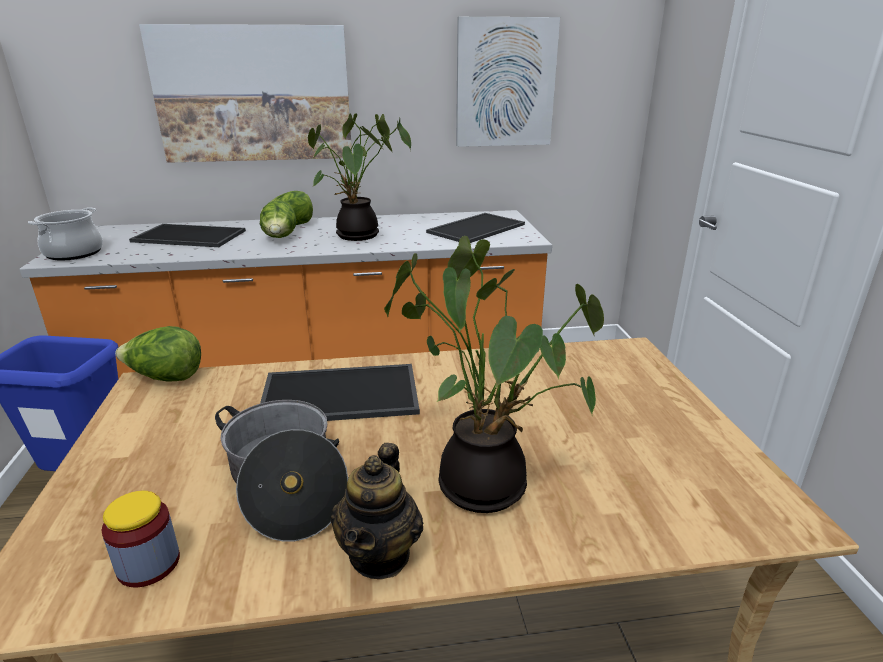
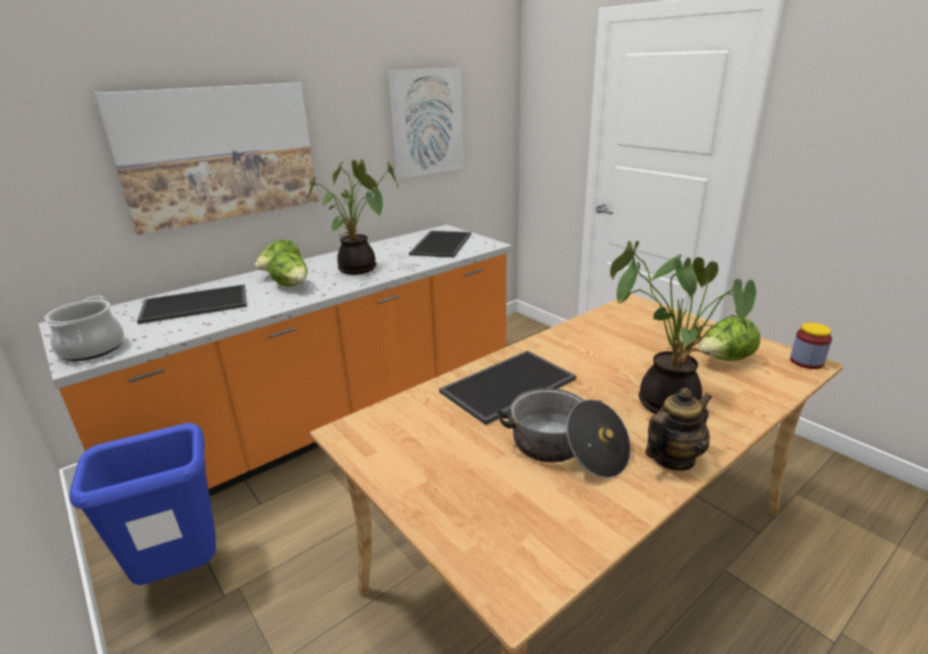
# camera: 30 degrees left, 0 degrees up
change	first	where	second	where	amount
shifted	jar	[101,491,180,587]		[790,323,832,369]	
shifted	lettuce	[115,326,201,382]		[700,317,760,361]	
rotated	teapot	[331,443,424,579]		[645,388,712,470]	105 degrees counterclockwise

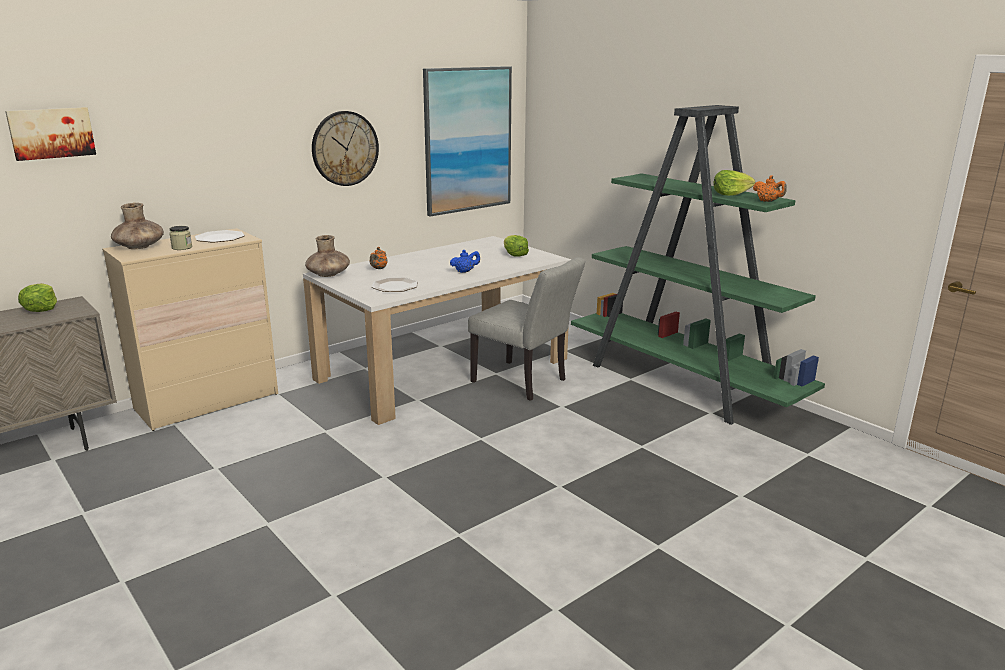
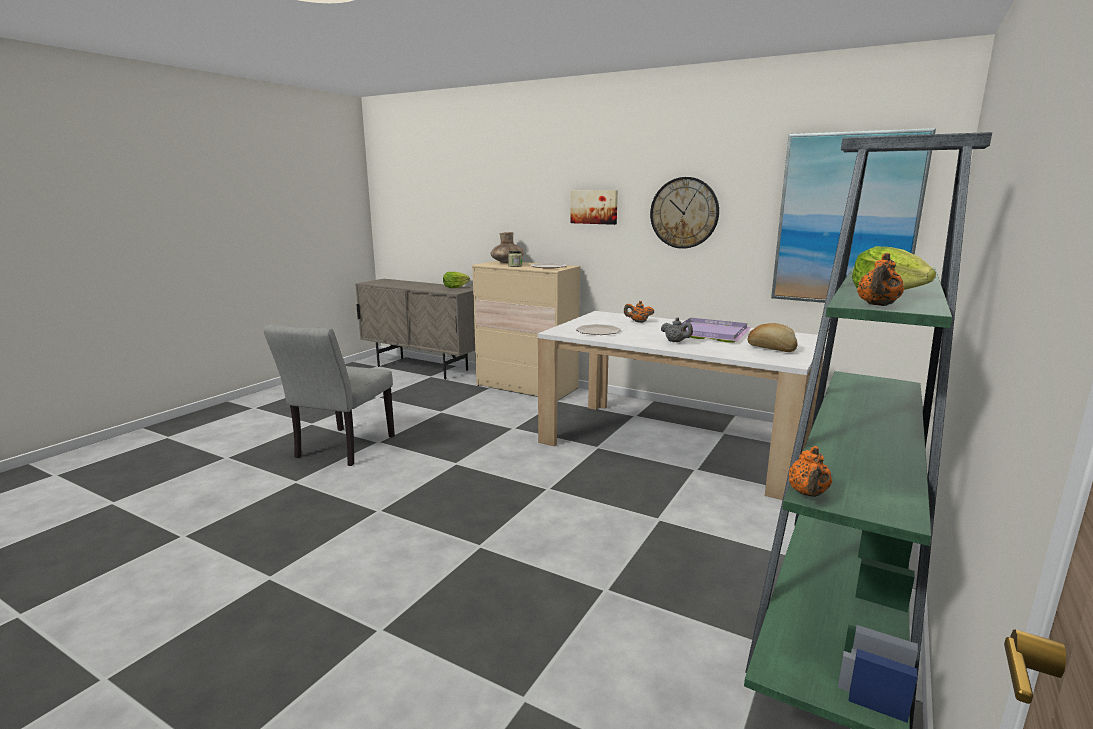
# camera: 70 degrees right, 5 degrees down
change	first	where	second	where	amount
shifted	picture	[5,107,96,161]		[570,190,618,225]	
gone	brown vase	[305,235,350,277]			
repainted	blue teapot	[450,250,480,273]	grey teapot	[661,318,693,342]	
shifted	grey chair	[468,257,585,401]		[264,324,395,466]	
swapped	lettuce	[504,235,529,257]	bread	[747,323,797,352]	
new			purple tray	[682,318,752,343]	
new			orange teapot	[789,446,832,497]	

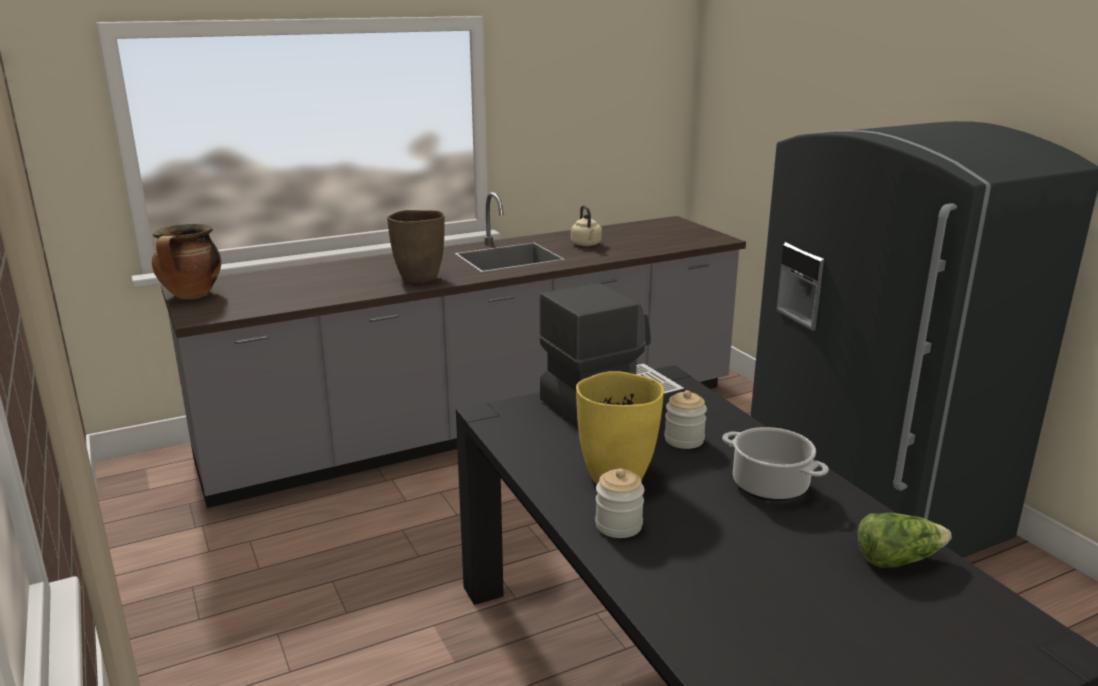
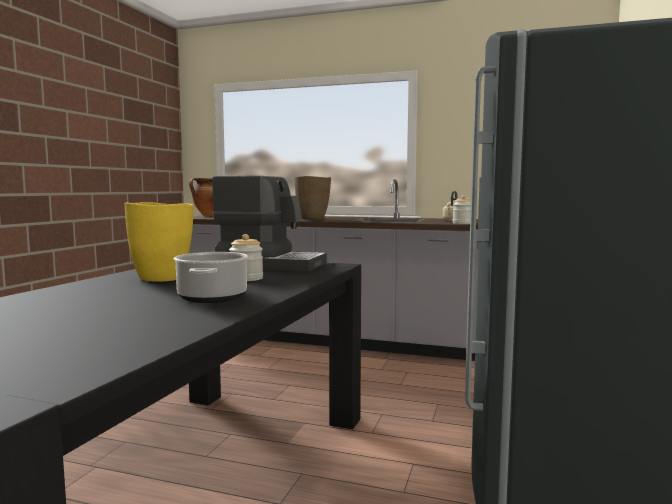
# camera: 45 degrees right, 15 degrees down
change	first	where	second	where	amount
shifted	jar	[595,468,644,538]		[453,195,471,224]	
gone	lettuce	[858,513,952,568]			

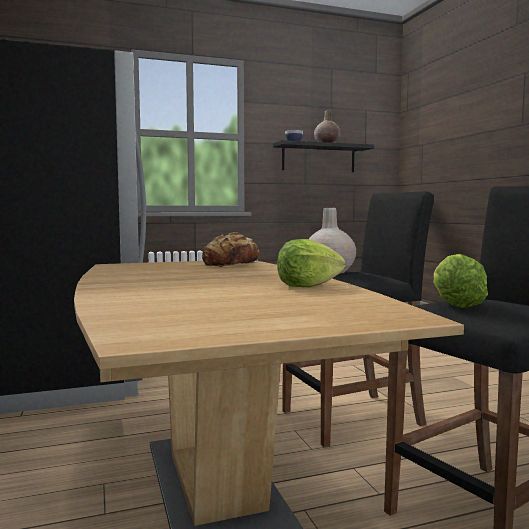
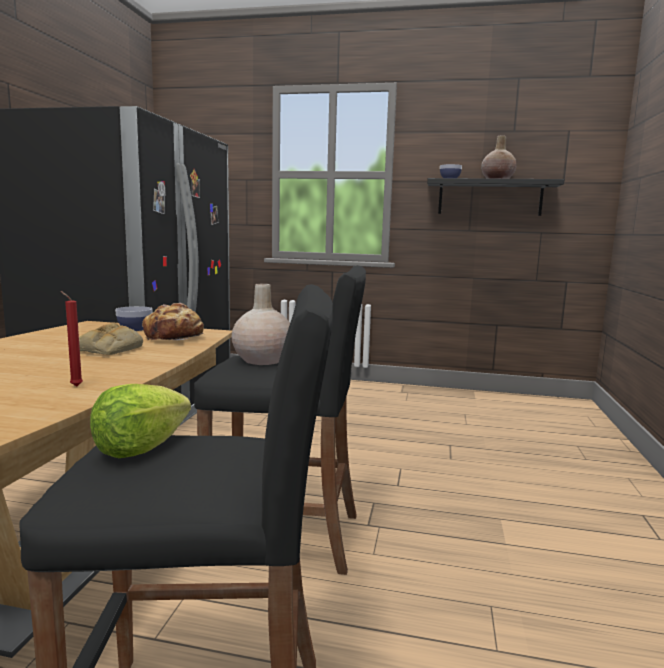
# camera: 30 degrees right, 5 degrees up
change	first	where	second	where	amount
swapped	lettuce	[277,239,346,287]	red candle	[60,291,83,386]	
new			bread	[79,323,143,355]	
new			bowl	[115,306,153,331]	

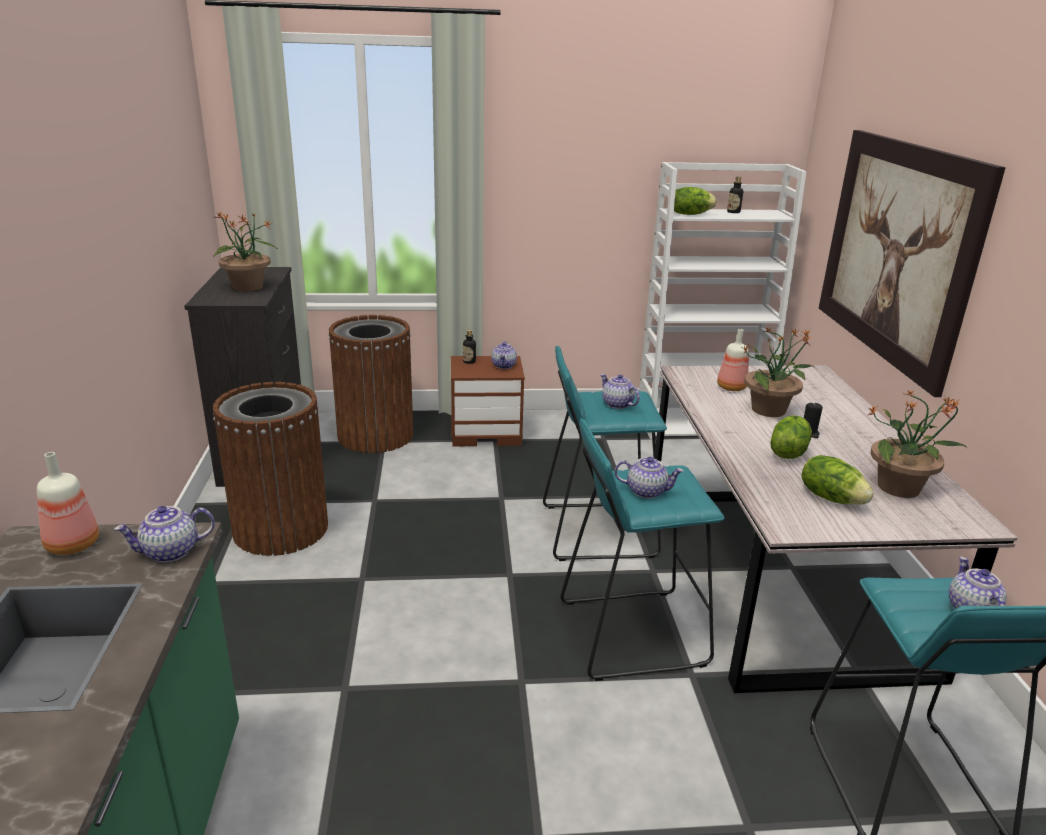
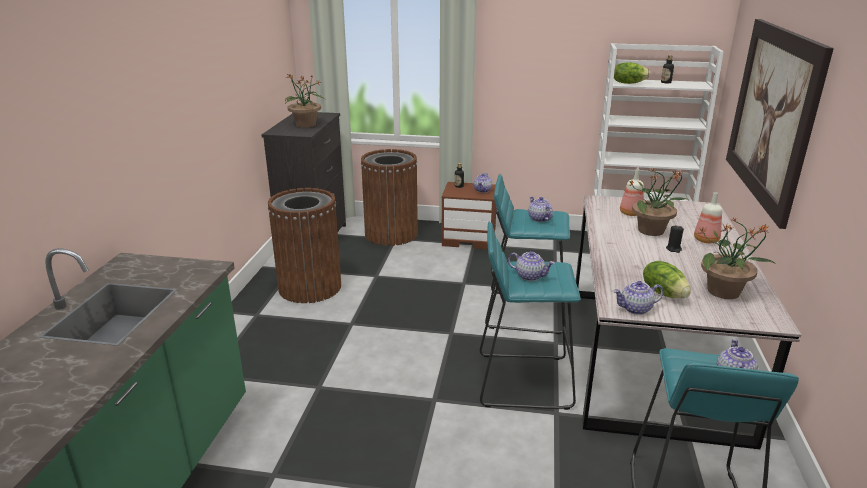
# camera: 15 degrees right, 0 degrees up
change	first	where	second	where	amount
shifted	bottle	[37,452,99,555]		[694,192,722,243]	
shifted	teapot	[114,506,215,563]		[614,281,664,315]	
gone	lettuce	[770,415,812,459]			

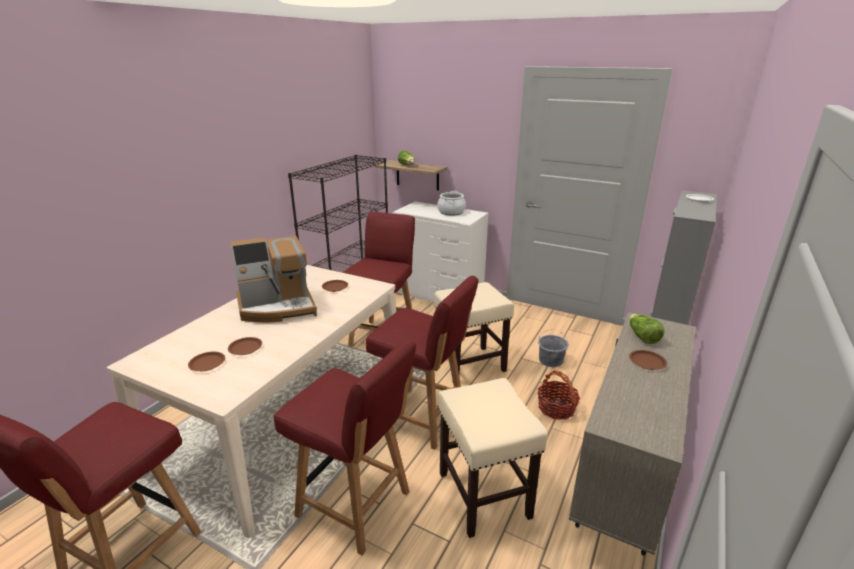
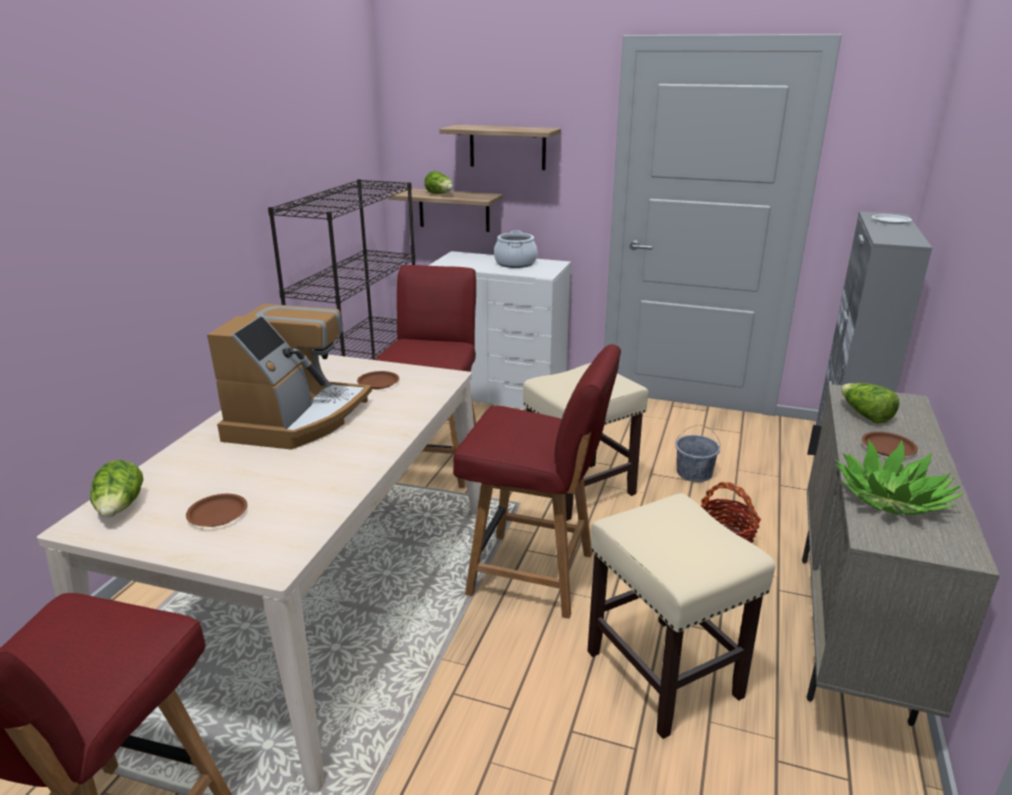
# camera: 10 degrees left, 0 degrees up
change	first	where	second	where	amount
gone	brown plate	[228,337,262,355]			
rotated	coffee machine	[231,236,317,323]		[207,304,372,450]	45 degrees counterclockwise
gone	red chair	[274,339,416,555]			
new			lettuce	[90,460,144,517]	
new			shelf	[439,125,561,170]	
new			potted plant	[835,439,964,515]	

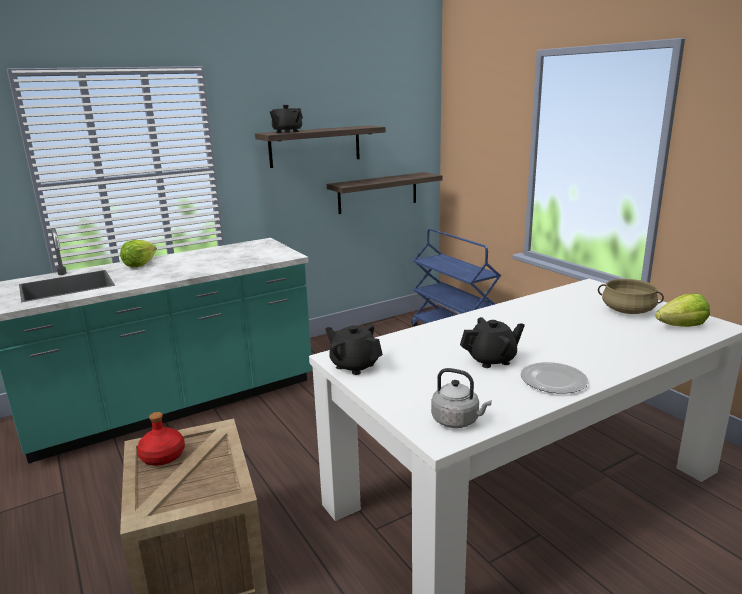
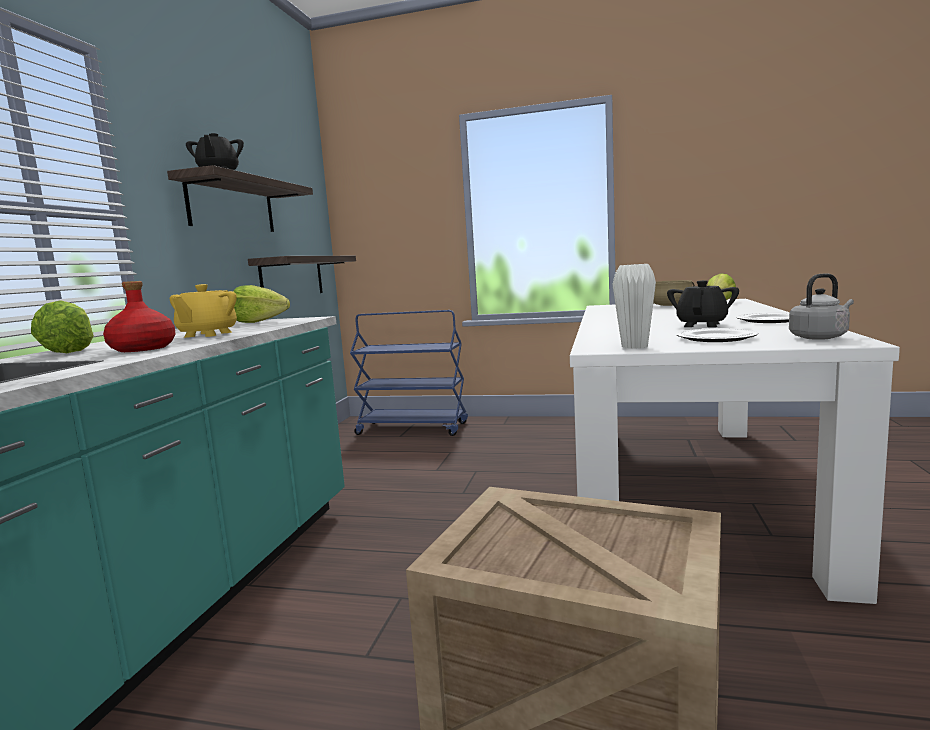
# camera: 45 degrees left, 10 degrees down
change	first	where	second	where	amount
shifted	red bottle	[137,412,185,466]		[103,281,176,352]	
swapped	black teapot	[325,324,383,375]	white vase	[612,264,656,349]	
new			yellow teapot	[170,284,237,338]	
new			lettuce	[233,285,290,323]	
new			plate	[677,328,758,342]	

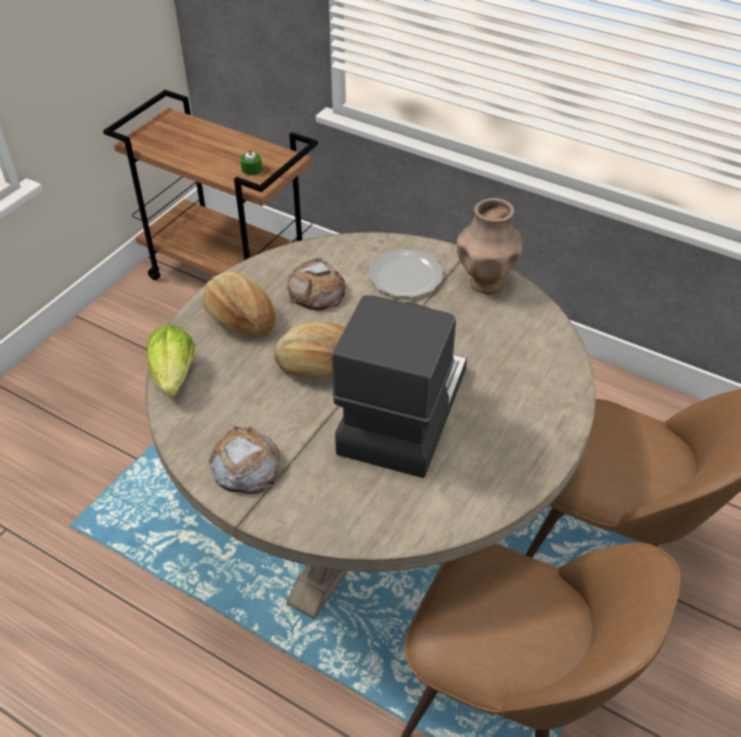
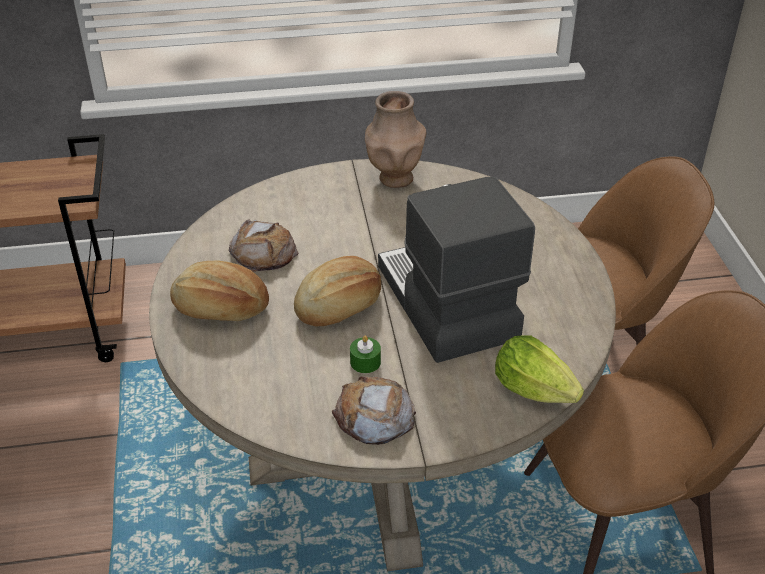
# camera: 40 degrees left, 5 degrees down
change	first	where	second	where	amount
shifted	lettuce	[147,325,195,396]		[495,335,584,403]	
shifted	green candle	[240,148,262,175]		[350,335,381,373]	
gone	plate	[369,249,443,298]			

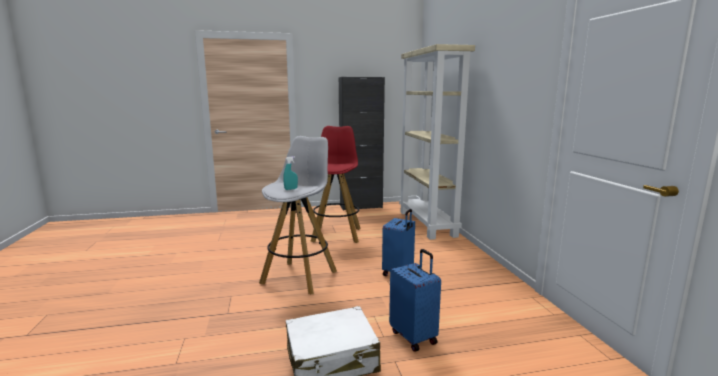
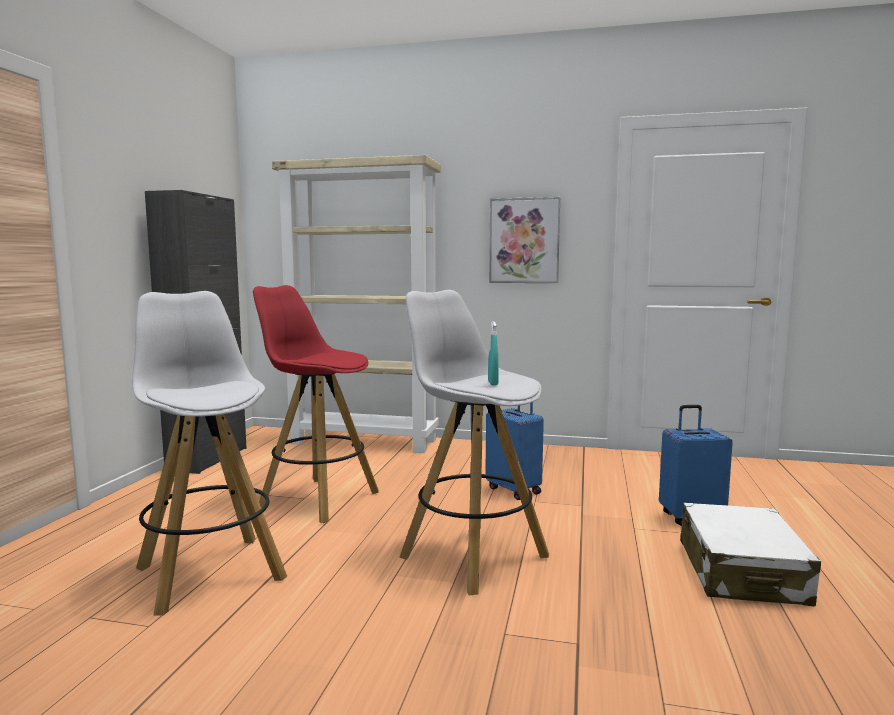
# camera: 65 degrees left, 5 degrees down
change	first	where	second	where	amount
new			white stool	[132,291,287,616]	
new			picture	[489,197,560,283]	

